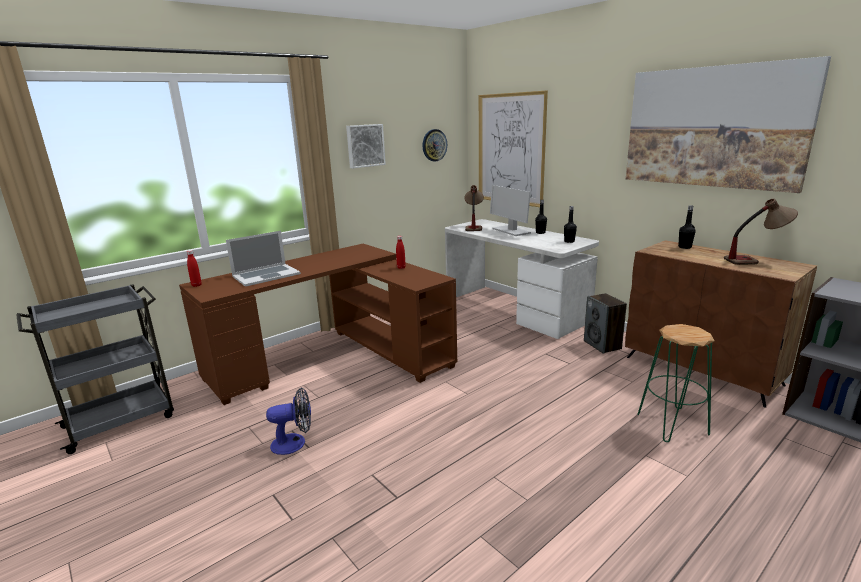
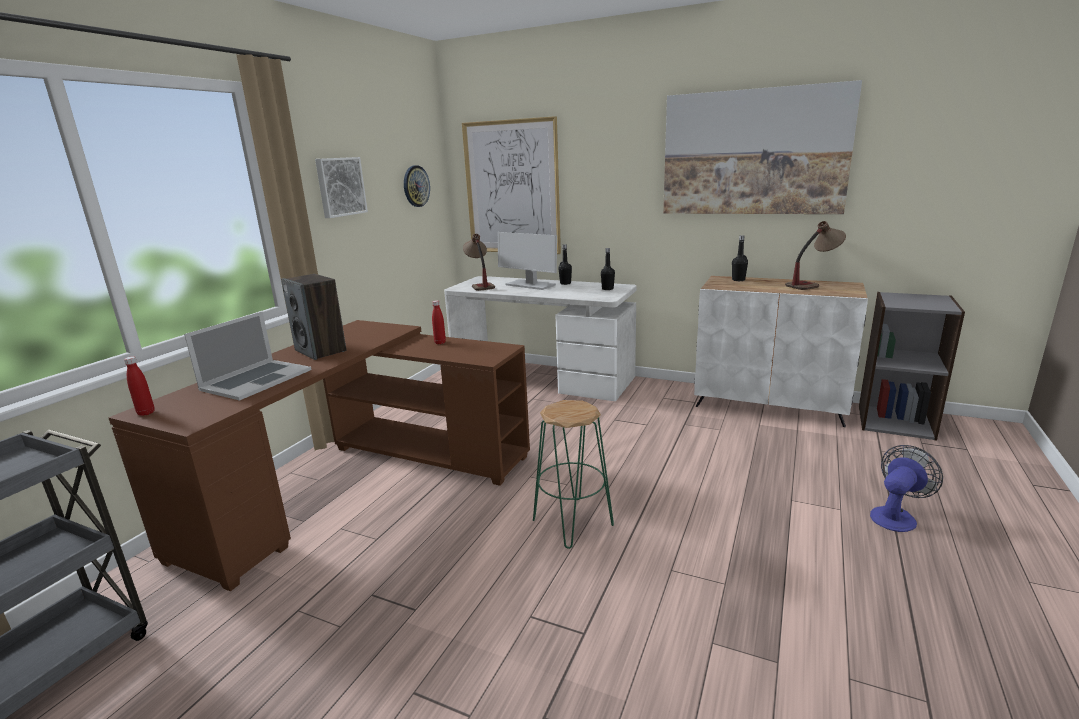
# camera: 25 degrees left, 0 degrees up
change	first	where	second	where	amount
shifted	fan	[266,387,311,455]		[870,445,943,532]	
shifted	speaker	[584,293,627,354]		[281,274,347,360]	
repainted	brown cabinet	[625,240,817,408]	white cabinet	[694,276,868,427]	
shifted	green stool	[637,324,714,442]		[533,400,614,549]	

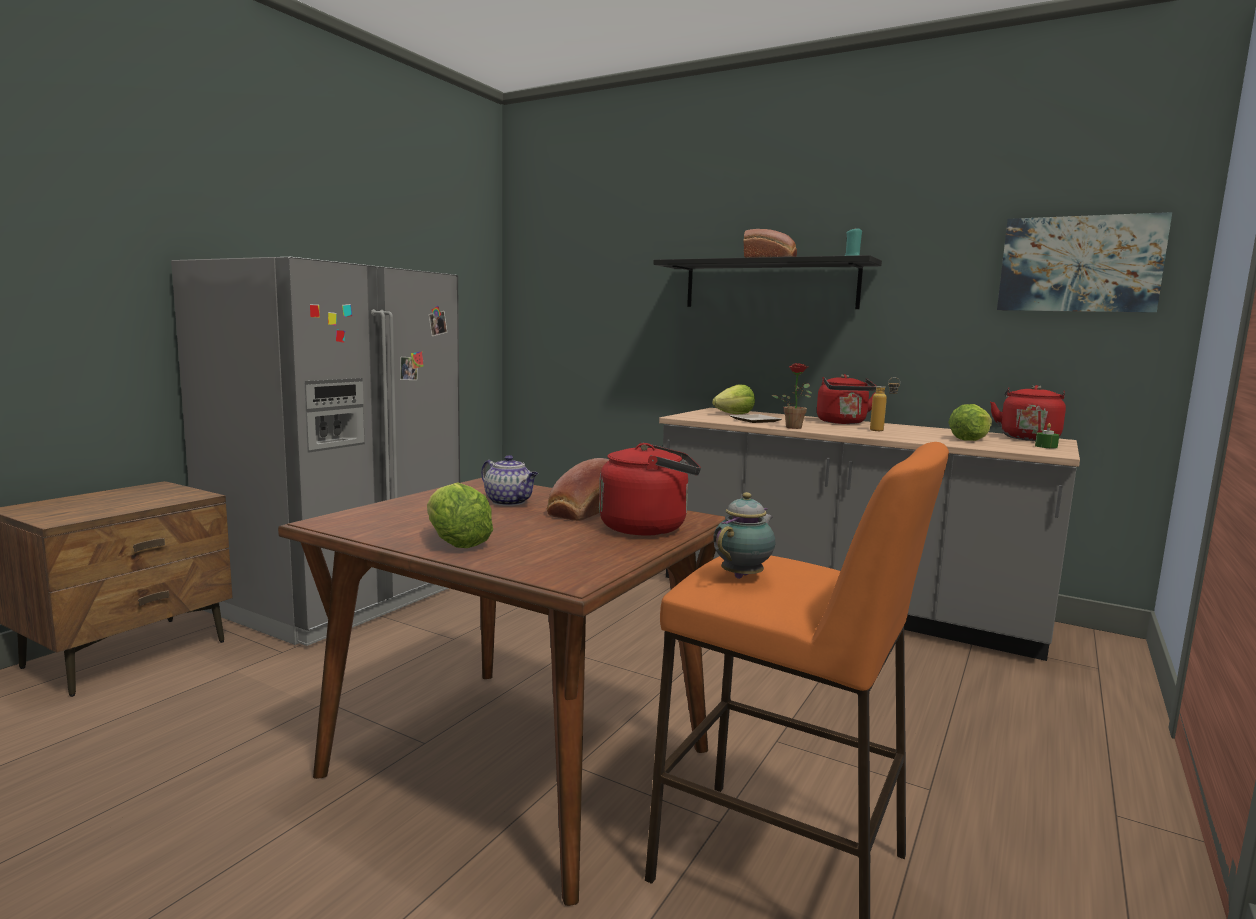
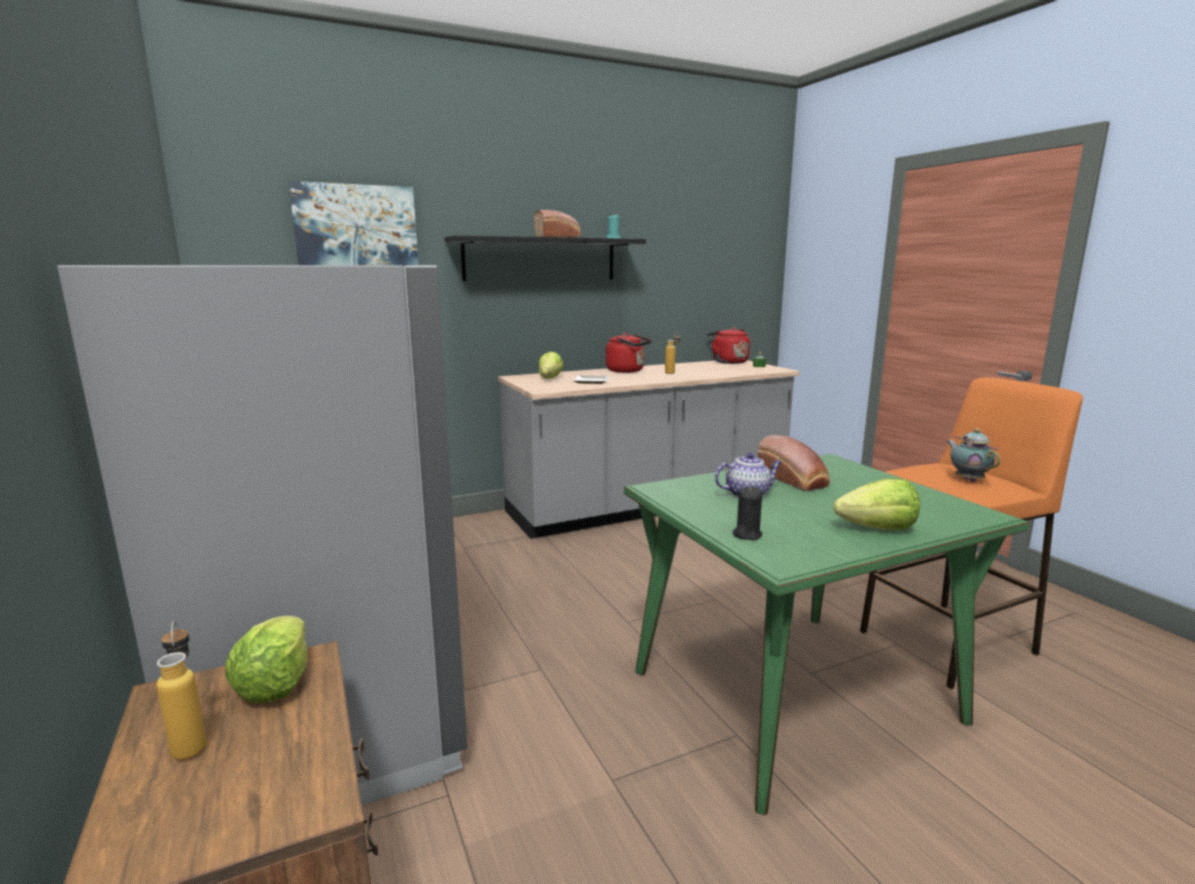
# camera: 55 degrees left, 5 degrees up
change	first	where	second	where	amount
repainted	brown dining table	[278,478,725,906]	green dining table	[624,454,1029,815]	
gone	red kettle	[599,442,701,535]			
gone	potted plant	[772,363,813,429]			
shifted	lettuce	[948,404,992,441]		[225,616,307,703]	
shifted	picture	[997,212,1172,313]		[289,181,418,265]	
new			bottle	[156,621,207,760]	
new			black candle	[733,486,763,540]	

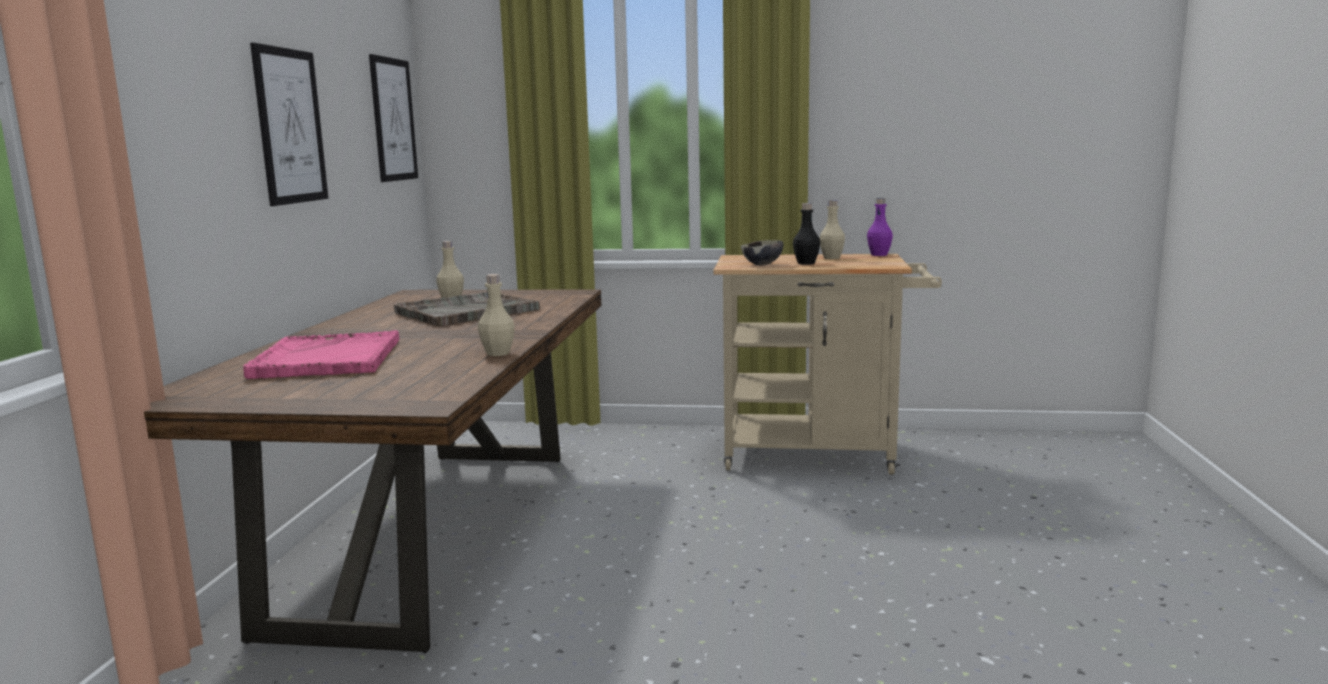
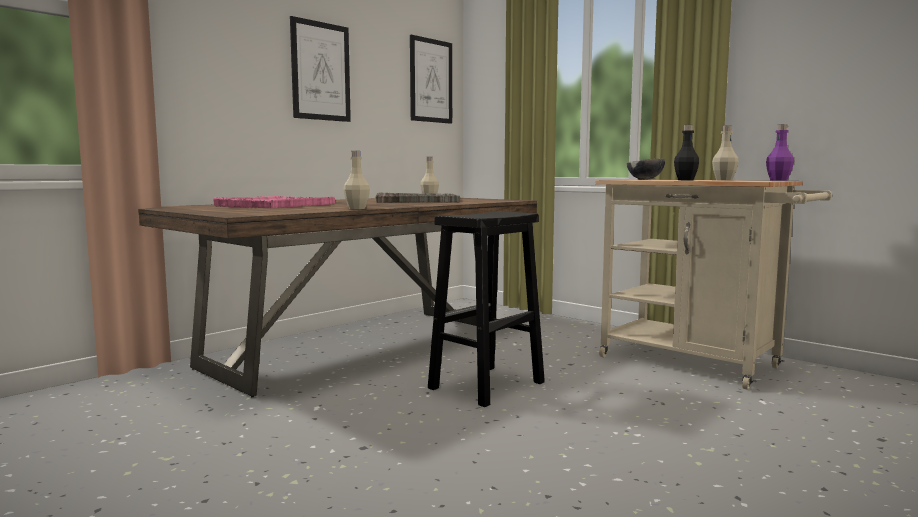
# camera: 35 degrees right, 5 degrees down
change	first	where	second	where	amount
new			black stool	[428,211,545,407]	

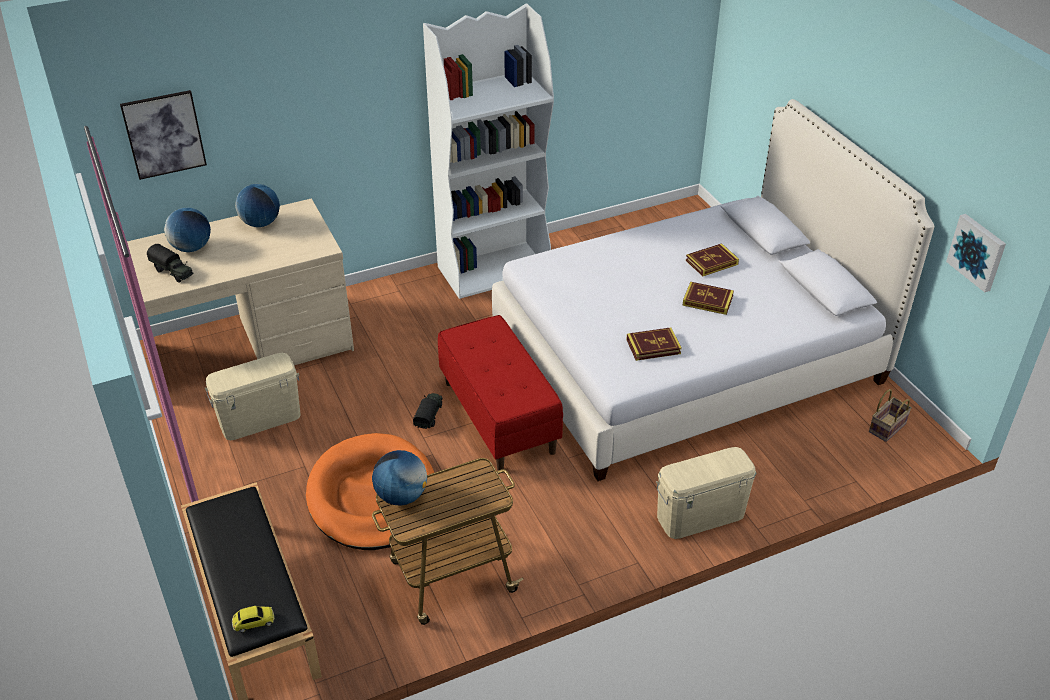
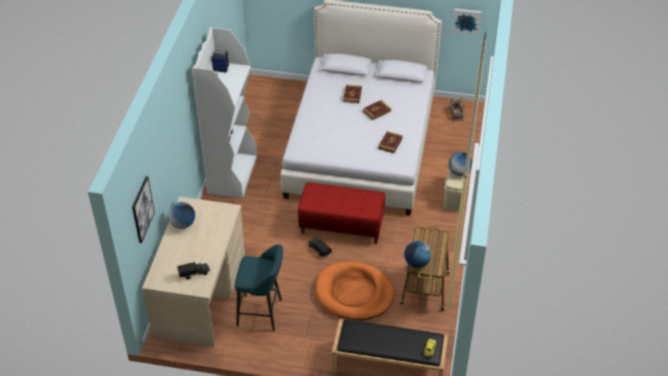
# camera: 55 degrees left, 5 degrees up
change	first	where	second	where	amount
shifted	globe	[164,208,211,252]		[448,152,472,176]	
swapped	beige storage box	[204,353,301,440]	turquoise stool	[235,244,283,331]	

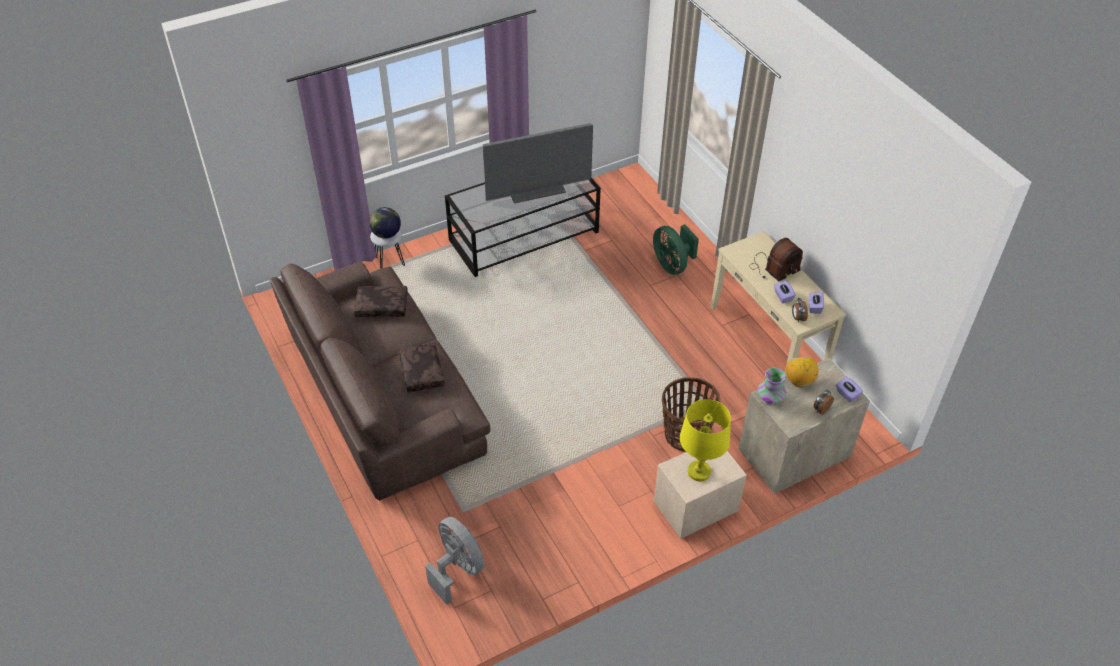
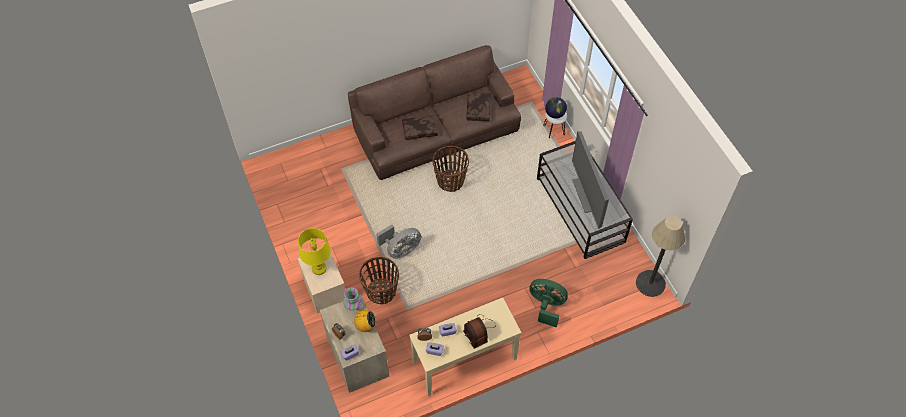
# camera: 95 degrees right, 10 degrees up
change	first	where	second	where	amount
shifted	grey fan	[425,517,485,605]		[376,224,421,259]	
rotated	green fan	[653,224,699,275]		[529,279,568,328]	45 degrees clockwise
new			basket	[433,146,469,192]	
new			floor lamp	[636,216,685,297]	

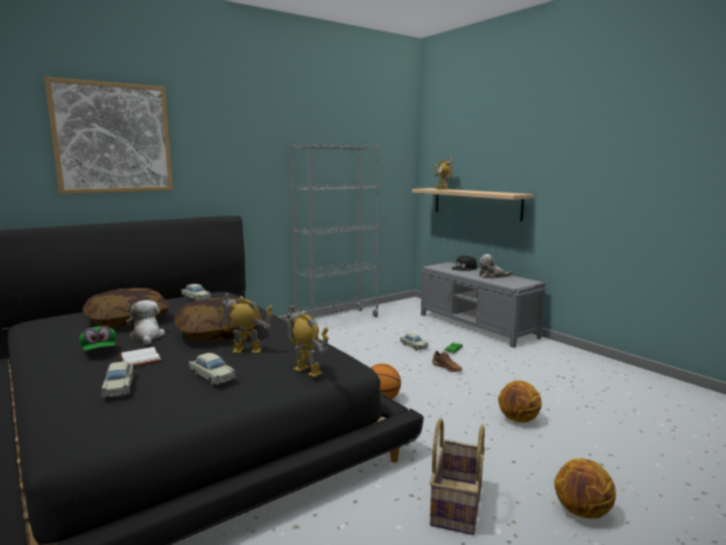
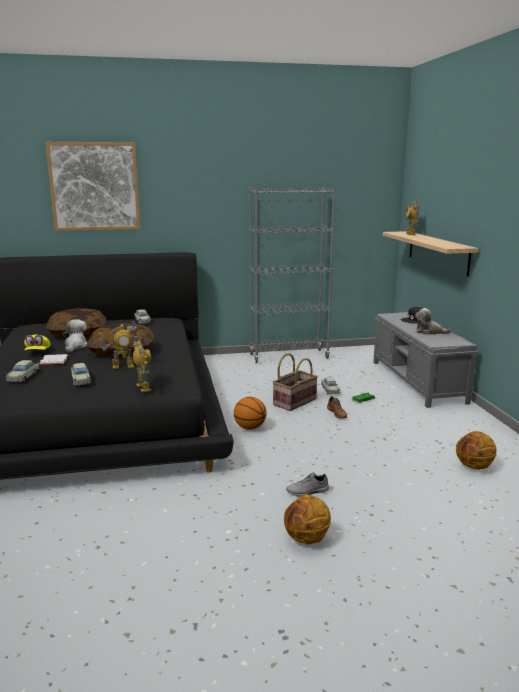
# camera: 25 degrees right, 5 degrees up
change	first	where	second	where	amount
repainted	green cap	[79,326,117,351]	yellow cap	[24,335,50,350]	
rotated	toy robot	[217,292,273,353]		[99,320,144,369]	135 degrees clockwise
shifted	basket	[430,418,485,535]		[273,353,318,411]	
shifted	basketball	[498,380,542,423]		[456,431,497,470]	
new			grey shoe	[286,472,329,497]	

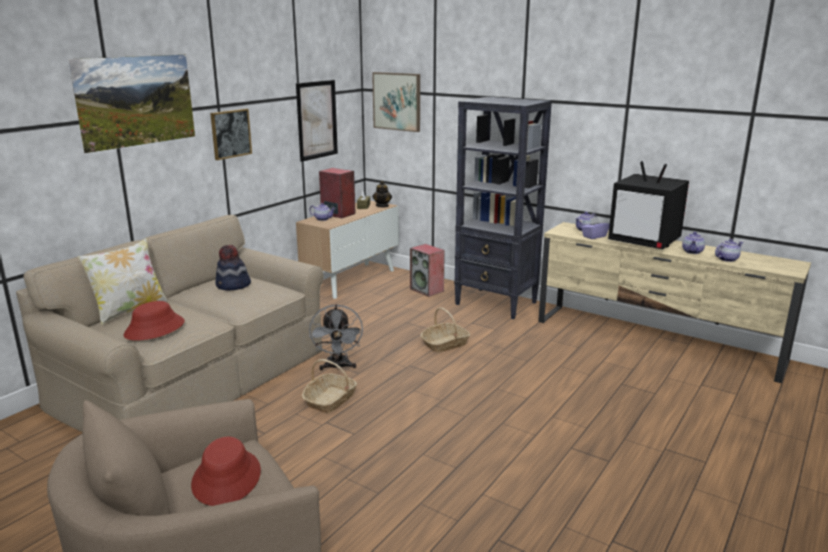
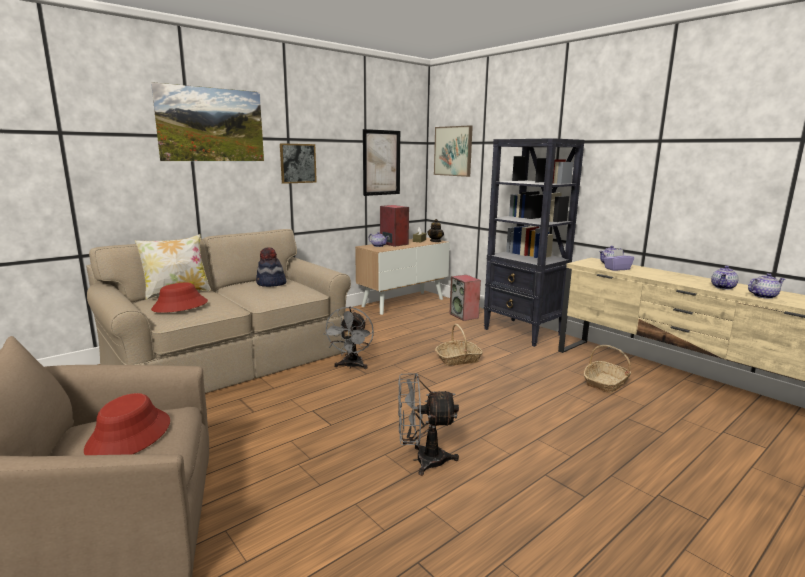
# camera: 15 degrees right, 5 degrees down
change	first	where	second	where	amount
shifted	basket	[302,359,357,413]		[584,345,631,393]	
gone	television	[608,161,689,250]			
new			grey fan	[398,373,459,476]	

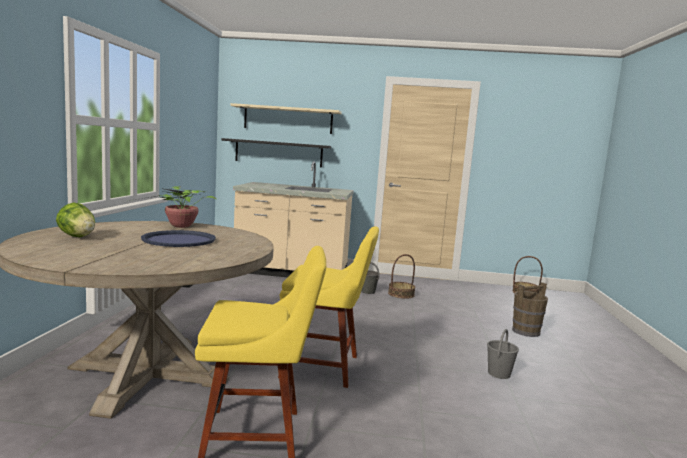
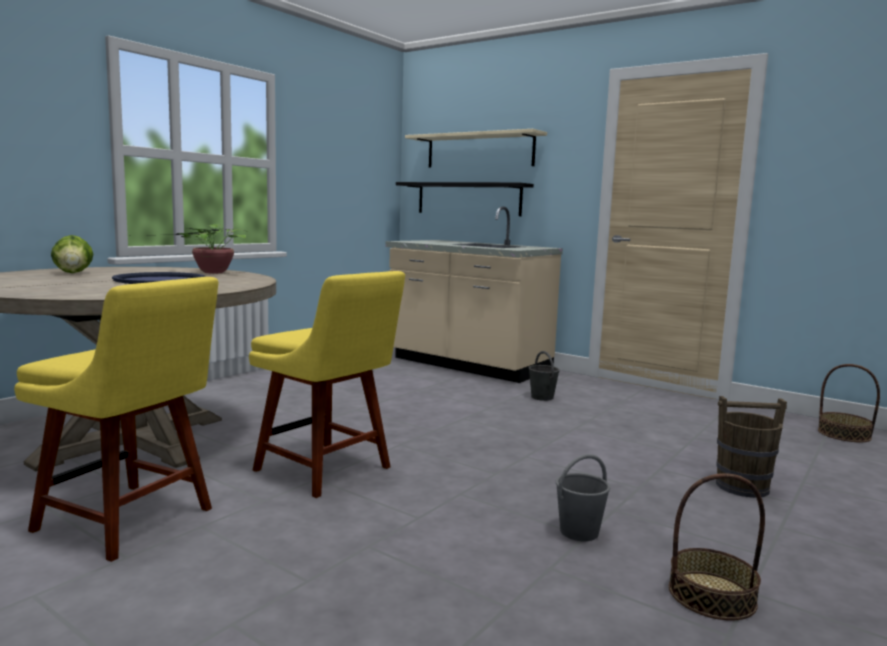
# camera: 30 degrees right, 0 degrees up
change	first	where	second	where	amount
shifted	basket	[388,254,415,299]		[669,473,765,621]	

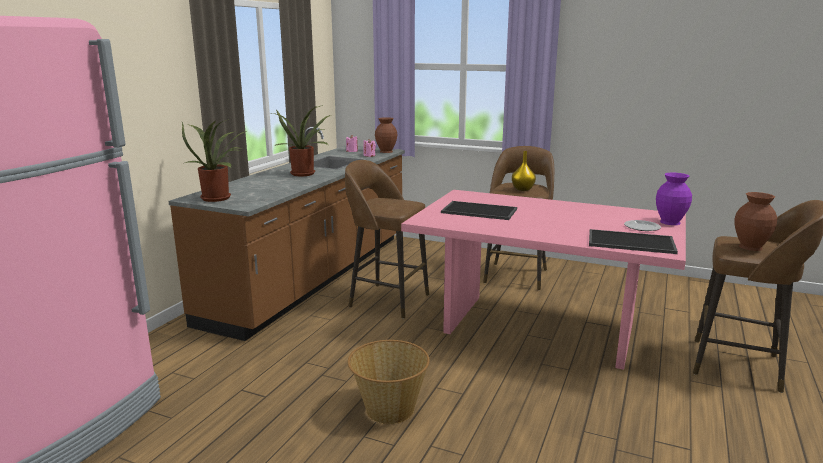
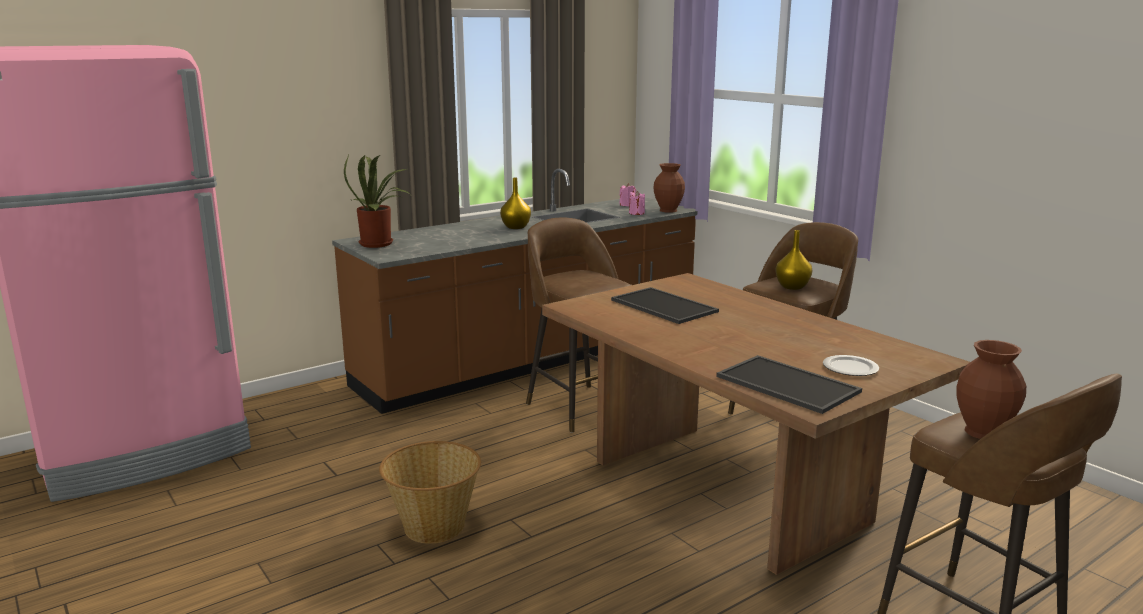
# camera: 30 degrees right, 0 degrees up
change	first	where	second	where	amount
swapped	potted plant	[272,105,330,176]	yellow vase	[500,178,531,229]	
repainted	pink dining table	[401,190,686,370]	brown dining table	[542,273,970,575]	
gone	purple vase	[656,173,692,225]			

